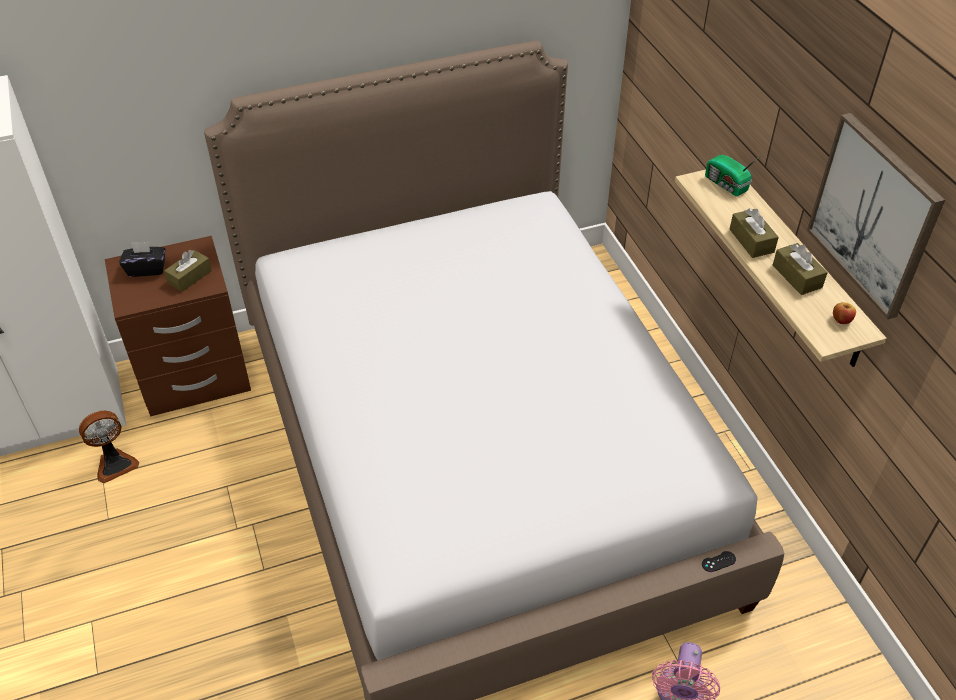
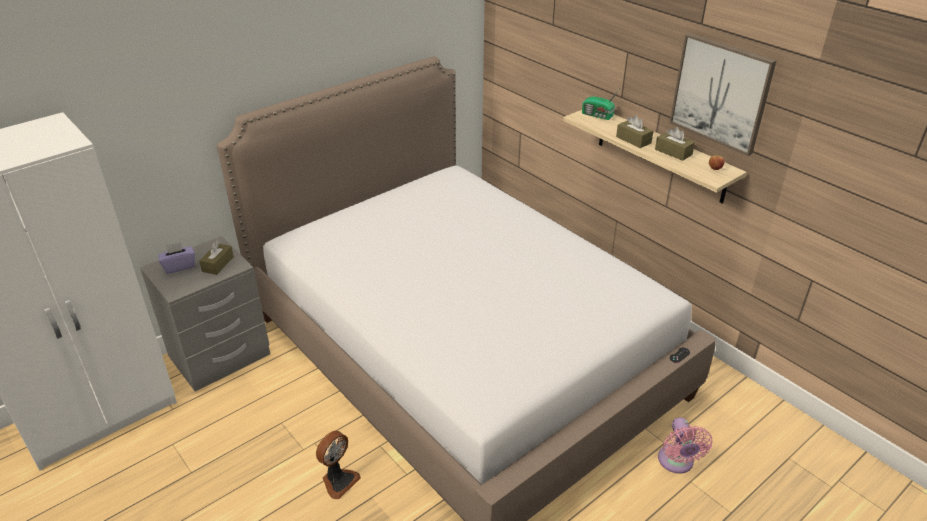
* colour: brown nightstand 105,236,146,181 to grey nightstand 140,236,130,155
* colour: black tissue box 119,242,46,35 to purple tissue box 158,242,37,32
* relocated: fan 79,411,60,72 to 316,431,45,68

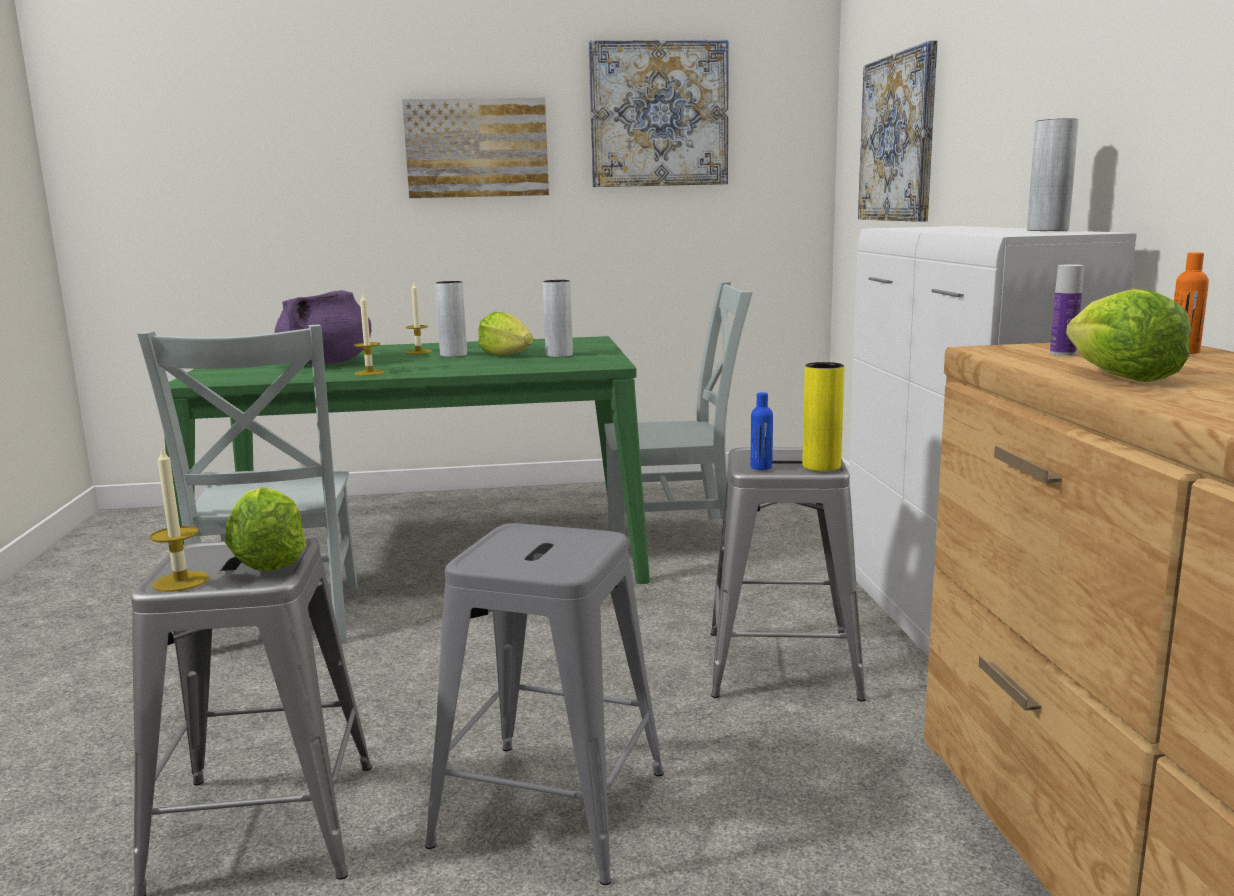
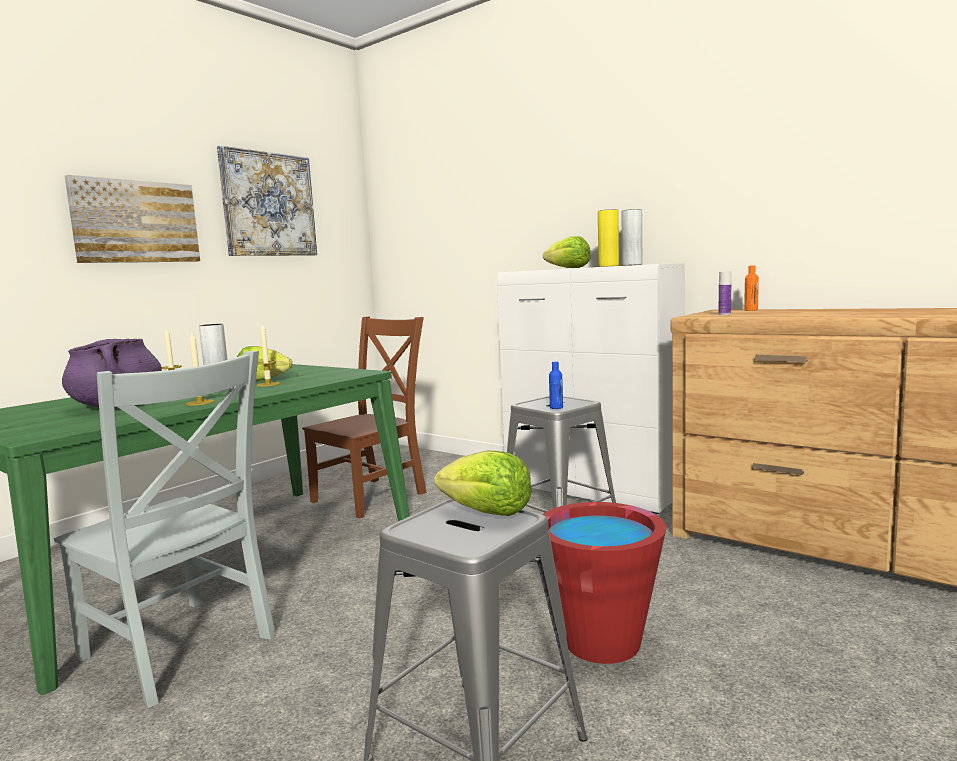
* missing: picture 858,41,80,181
* missing: grey vase 543,280,30,77
* colour: grey chair 604,282,149,252 to brown chair 302,316,125,202
* relocated: lettuce 1066,289,125,93 to 543,236,48,32
* relocated: yellow vase 802,362,42,109 to 598,209,21,58
* relocated: candle 150,447,59,145 to 257,324,23,63
* exchanged: grey stool 425,523,239,362 to red bucket 542,502,124,162

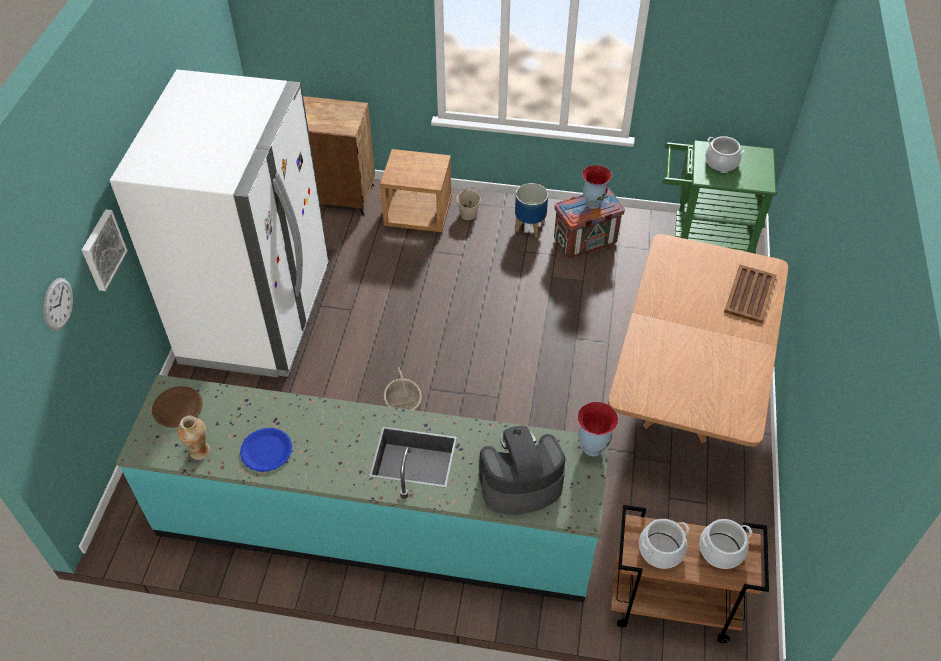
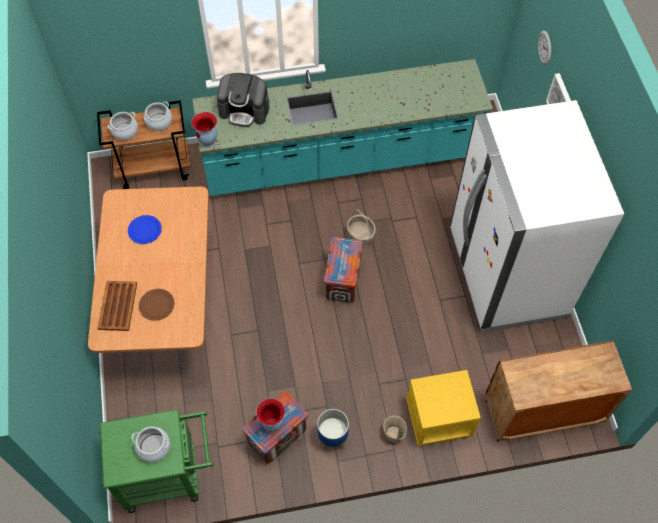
* colour: brown nightstand 380,149,72,83 to yellow nightstand 406,370,75,76
* relocated: brown plate 152,386,51,42 to 139,289,36,32
* missing: vase 177,416,33,44
* spun: coffee machine 479,426,86,89 = 217,73,52,54 45 degrees clockwise
* relocated: blue plate 240,428,52,44 to 128,215,34,29
* appeared: crate 324,237,39,66

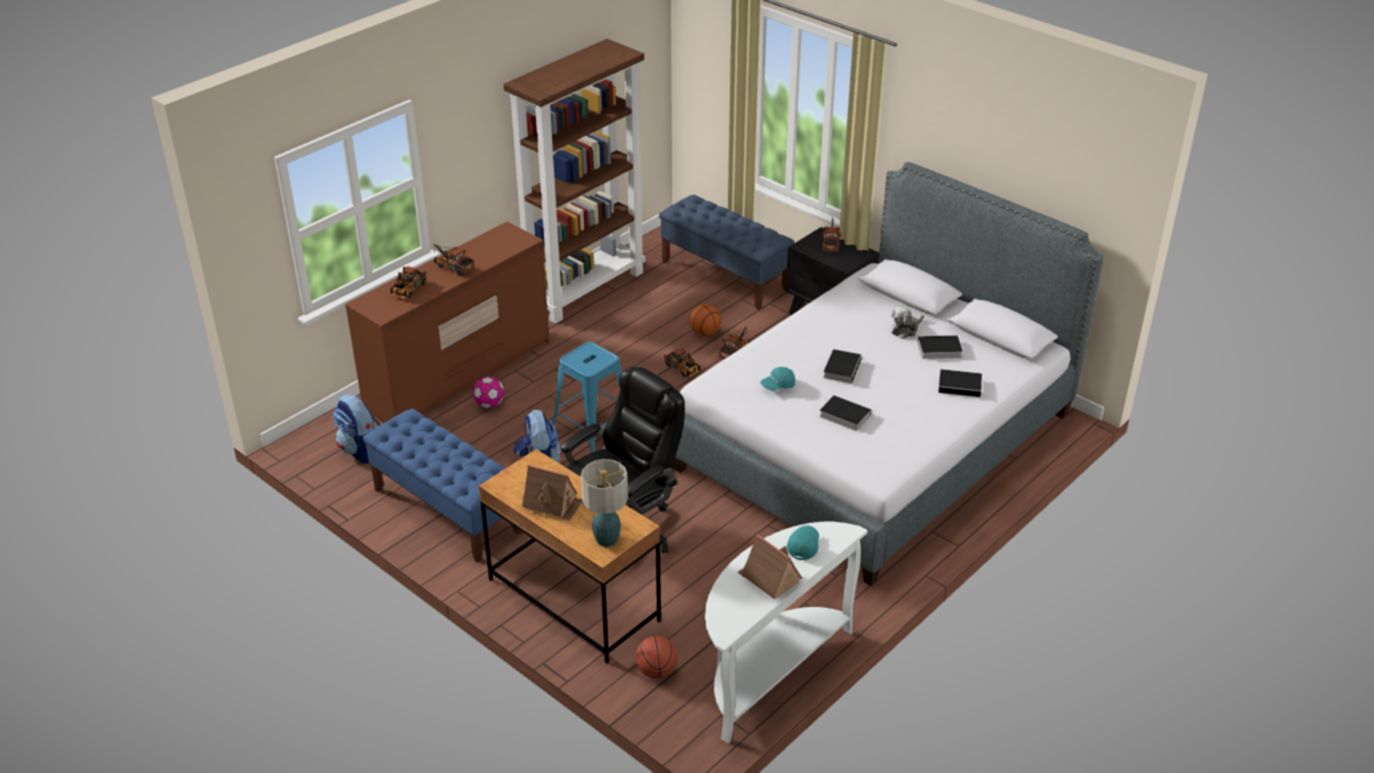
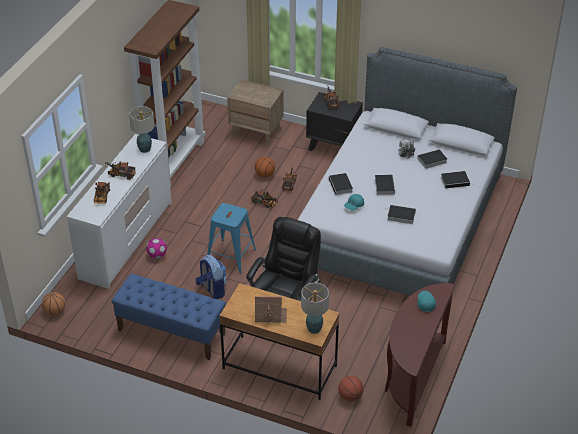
* exchanged: blue bench 659,195,135,115 to brown nightstand 227,80,57,67
* colour: brown dresser 345,222,205,201 to white dresser 67,134,105,155
* missing: backpack 333,394,47,70
* colour: white console table 705,522,163,222 to brown console table 385,283,70,144
* missing: toy house 737,534,65,66
* appeared: table lamp 129,106,25,47
* appeared: book 329,173,24,25
* appeared: basketball 42,292,24,23

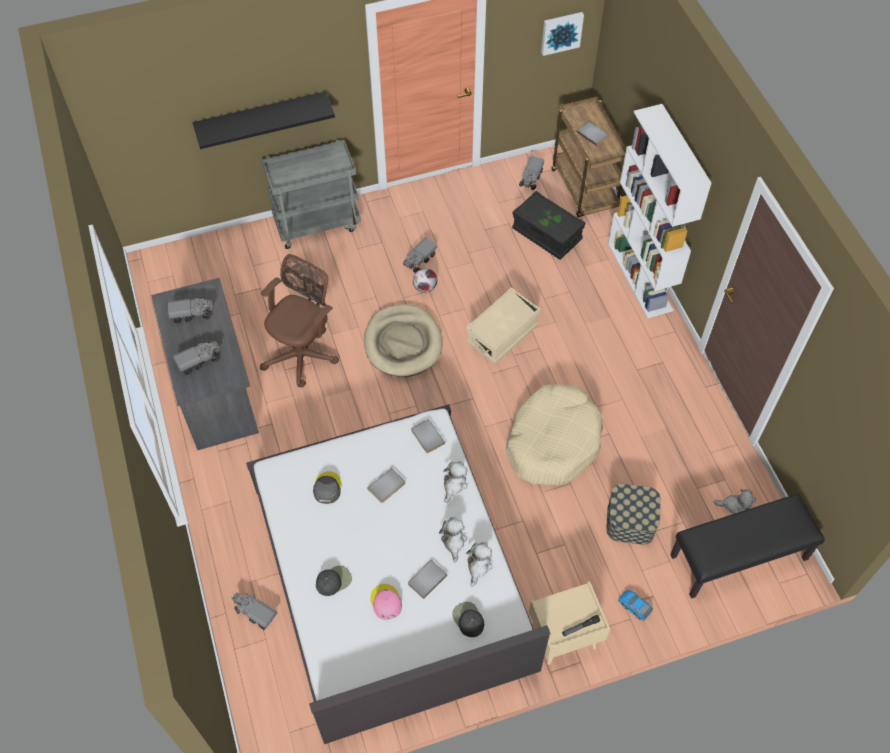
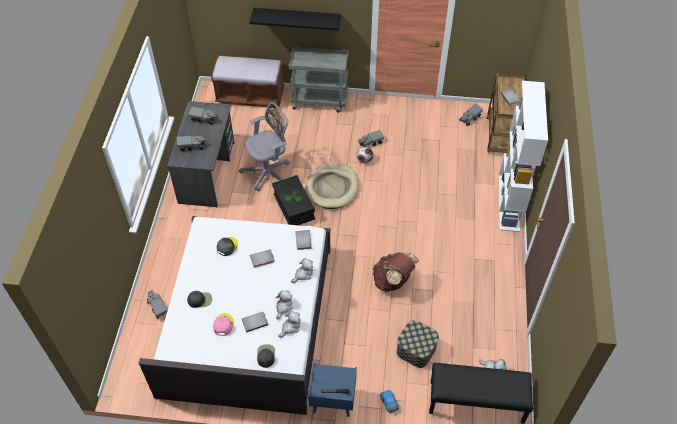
* missing: picture 541,12,43,44
* relocated: black storage box 512,191,74,69 to 272,175,43,50
* colour: brown office chair 260,254,79,134 to grey office chair 239,102,51,89
* missing: beige storage box 466,287,75,77
* exchanged: beige dog bed 506,384,97,101 to brown backpack 373,252,46,40
* colour: beige nightstand 529,581,81,84 to blue nightstand 308,363,49,54
* appeared: brown bench 211,55,73,53

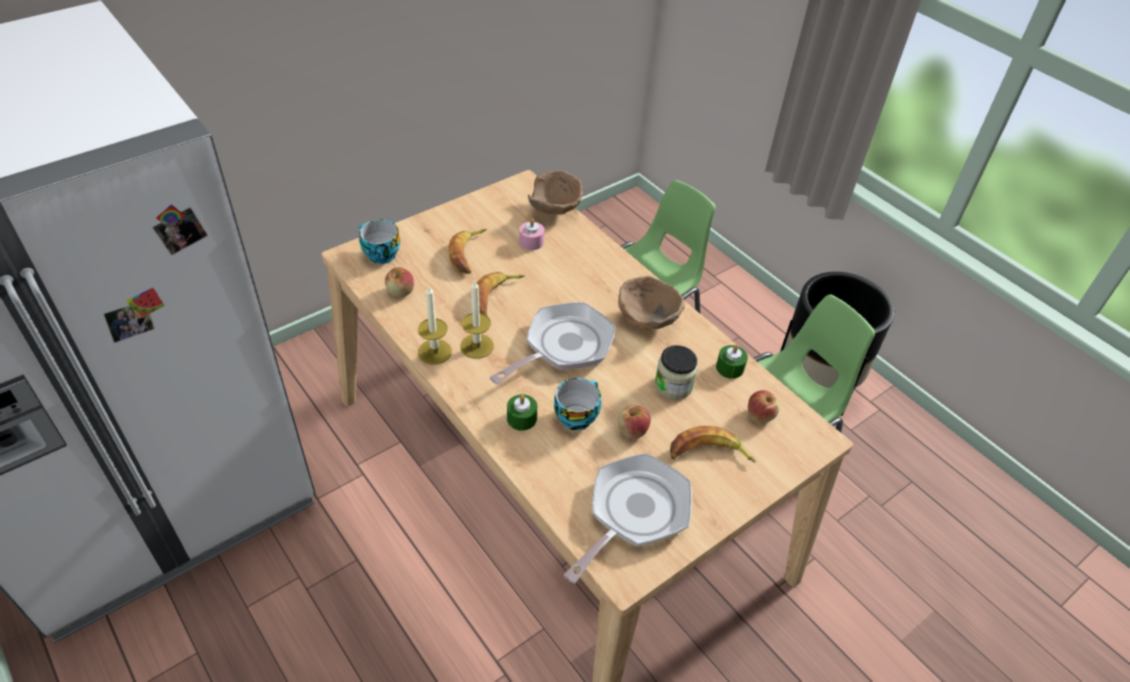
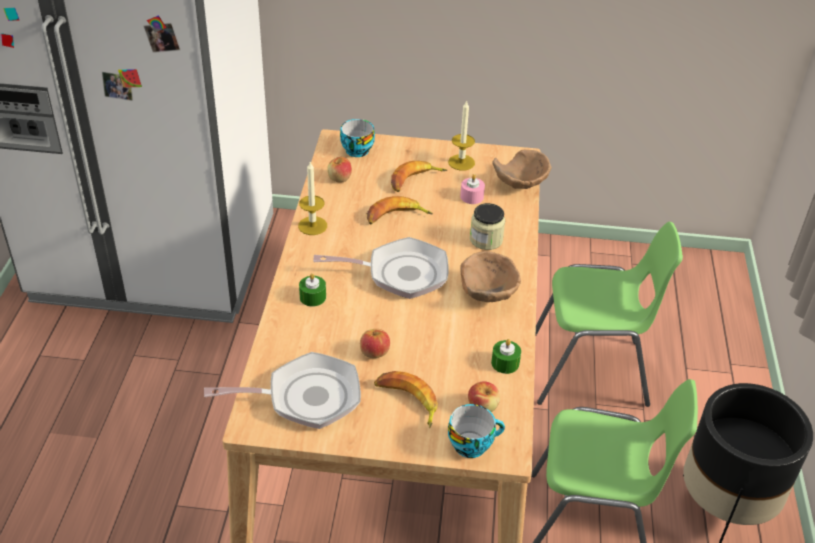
* relocated: candle 460,279,34,80 to 448,100,27,71
* relocated: jar 655,345,43,55 to 470,203,35,47
* relocated: cup 554,378,47,52 to 448,404,57,54

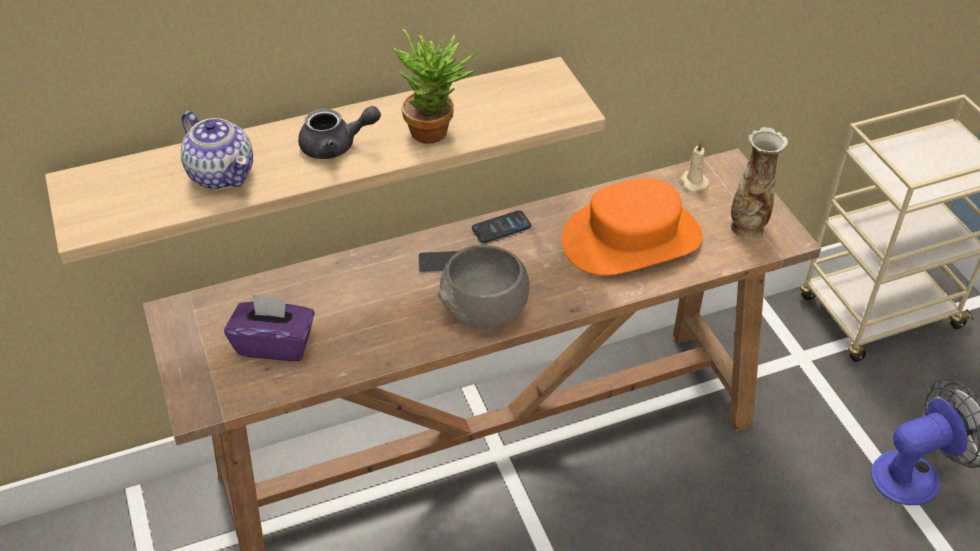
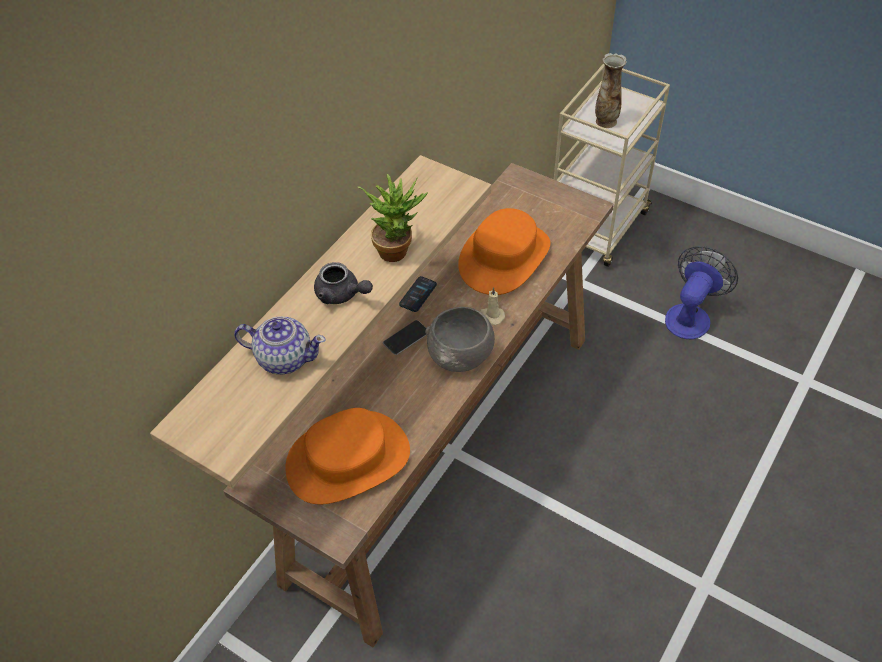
* spun: grey teapot 298,106,83,53 = 314,262,59,42 75 degrees clockwise
* relocated: vase 731,127,57,112 to 595,53,32,75
* relocated: beige candle 680,141,29,51 to 480,287,25,38
* exchanged: purple tissue box 224,294,91,67 to orange hat 285,408,125,96

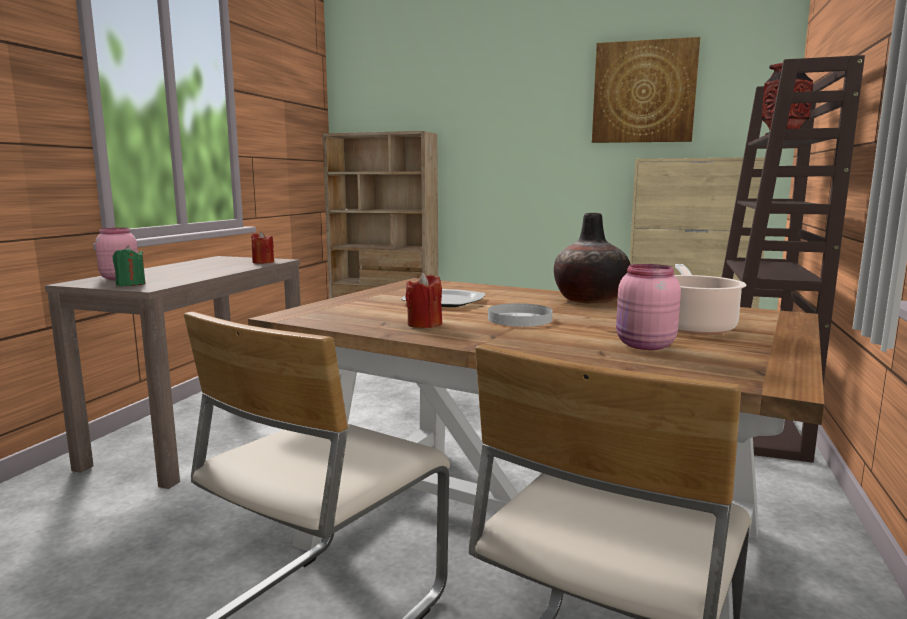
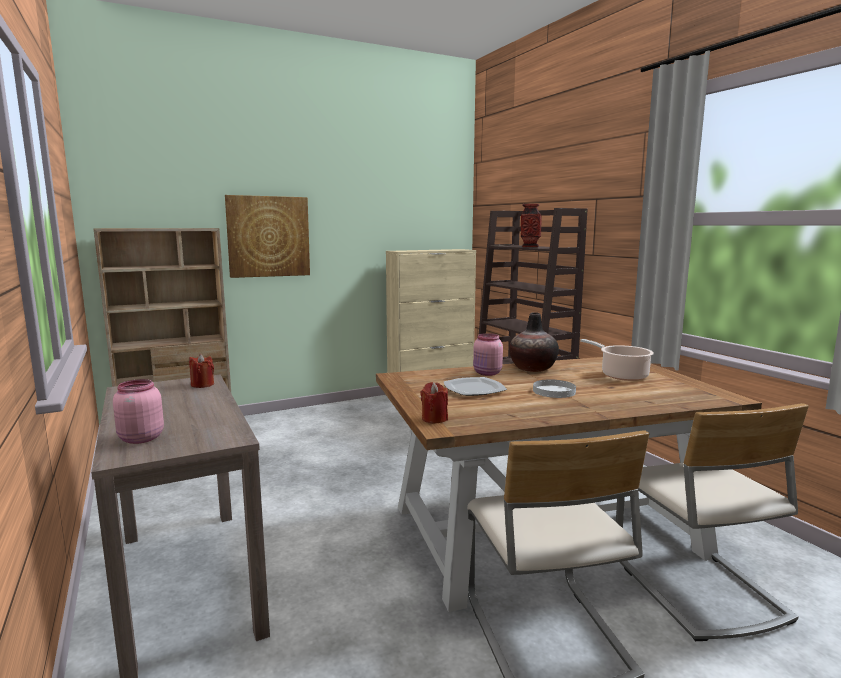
* relocated: picture 592,37,108,106 to 225,195,85,83
* missing: green candle 113,245,33,41
* relocated: pink jar 616,264,65,86 to 473,333,30,43
* relocated: red candle 405,273,38,55 to 420,382,28,41

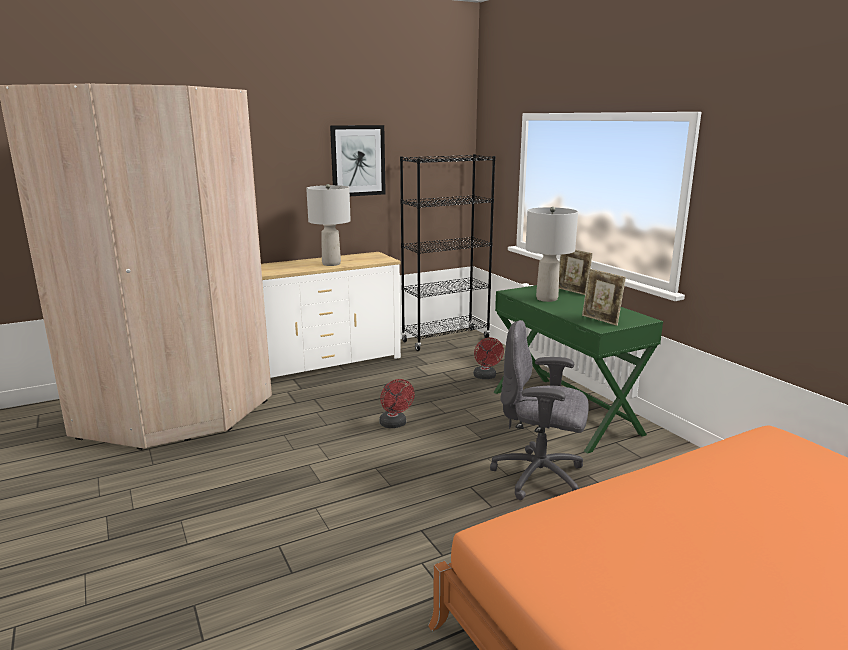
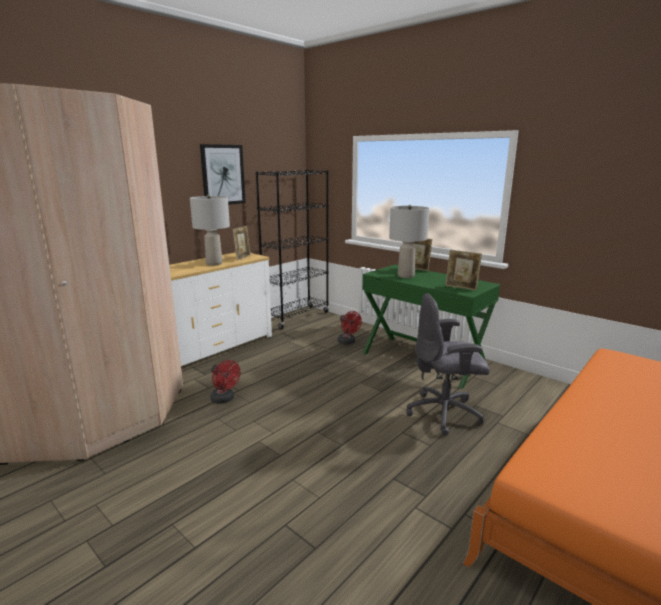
* relocated: red fan 379,379,36,49 to 210,360,30,44
* appeared: picture frame 233,226,18,35

